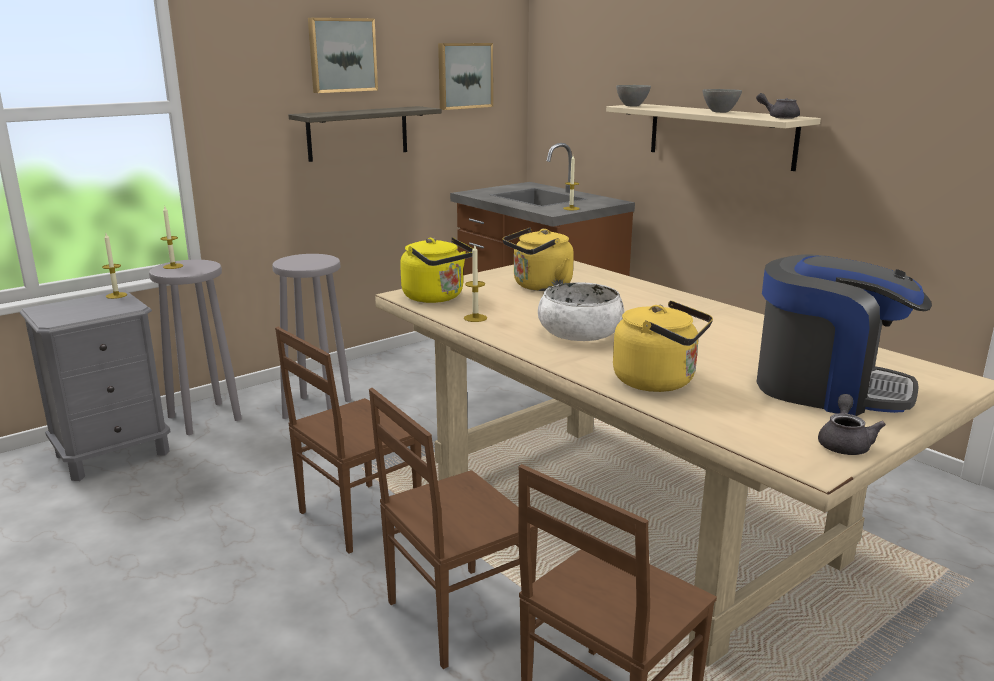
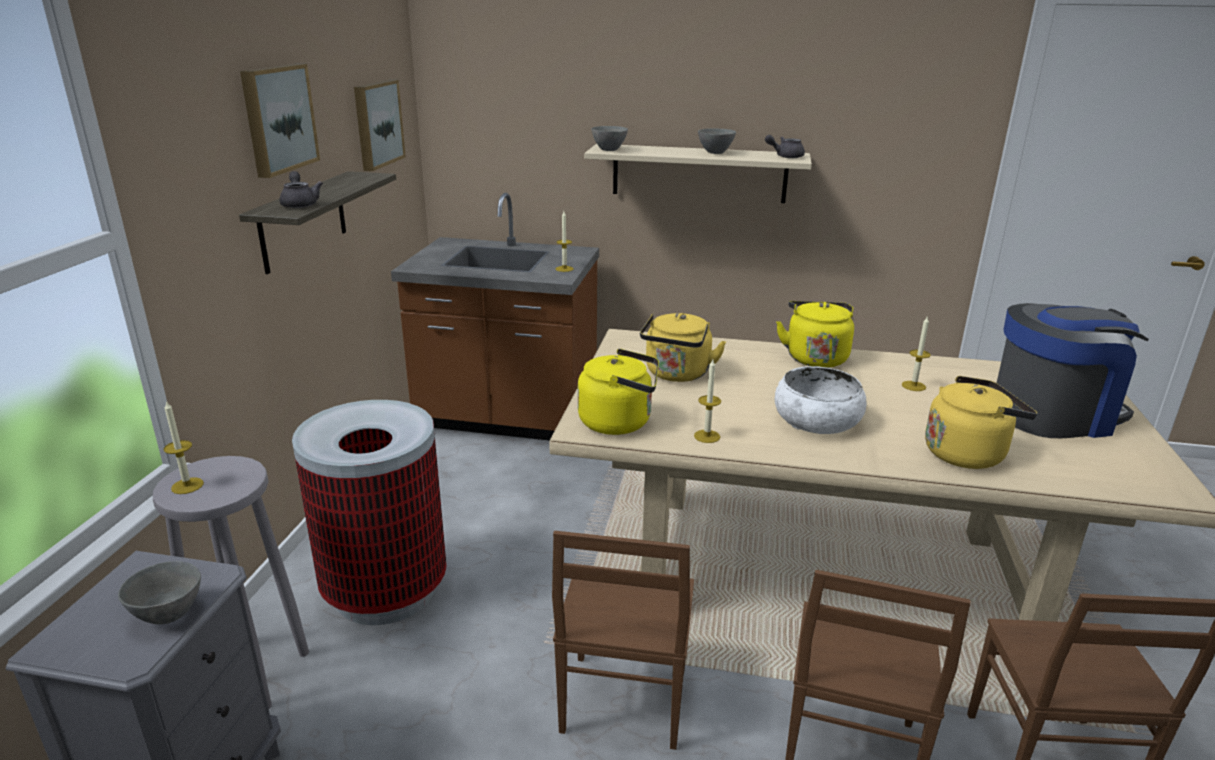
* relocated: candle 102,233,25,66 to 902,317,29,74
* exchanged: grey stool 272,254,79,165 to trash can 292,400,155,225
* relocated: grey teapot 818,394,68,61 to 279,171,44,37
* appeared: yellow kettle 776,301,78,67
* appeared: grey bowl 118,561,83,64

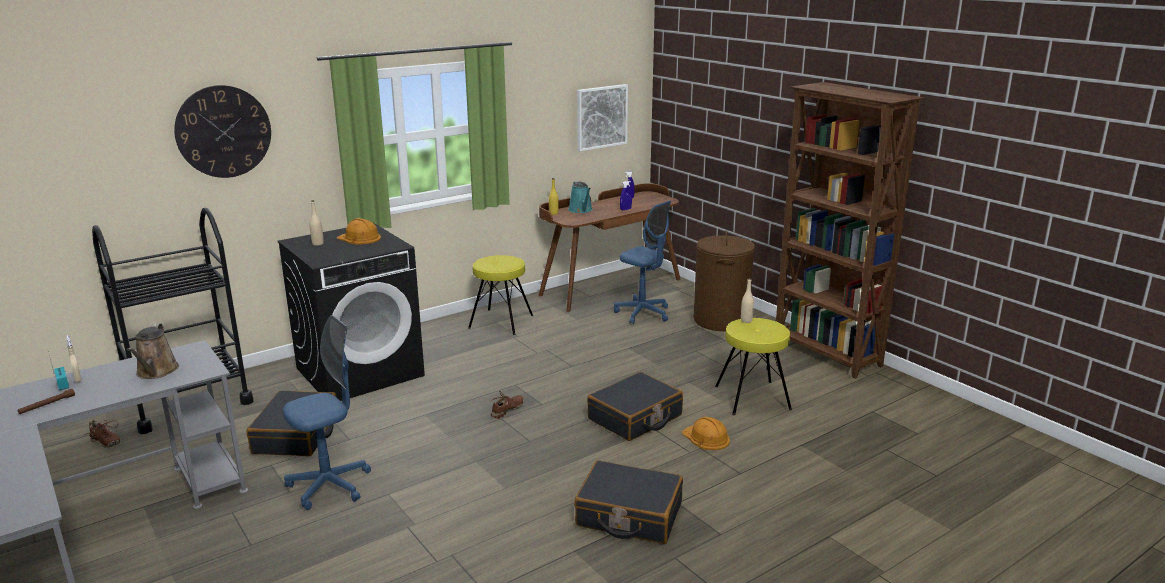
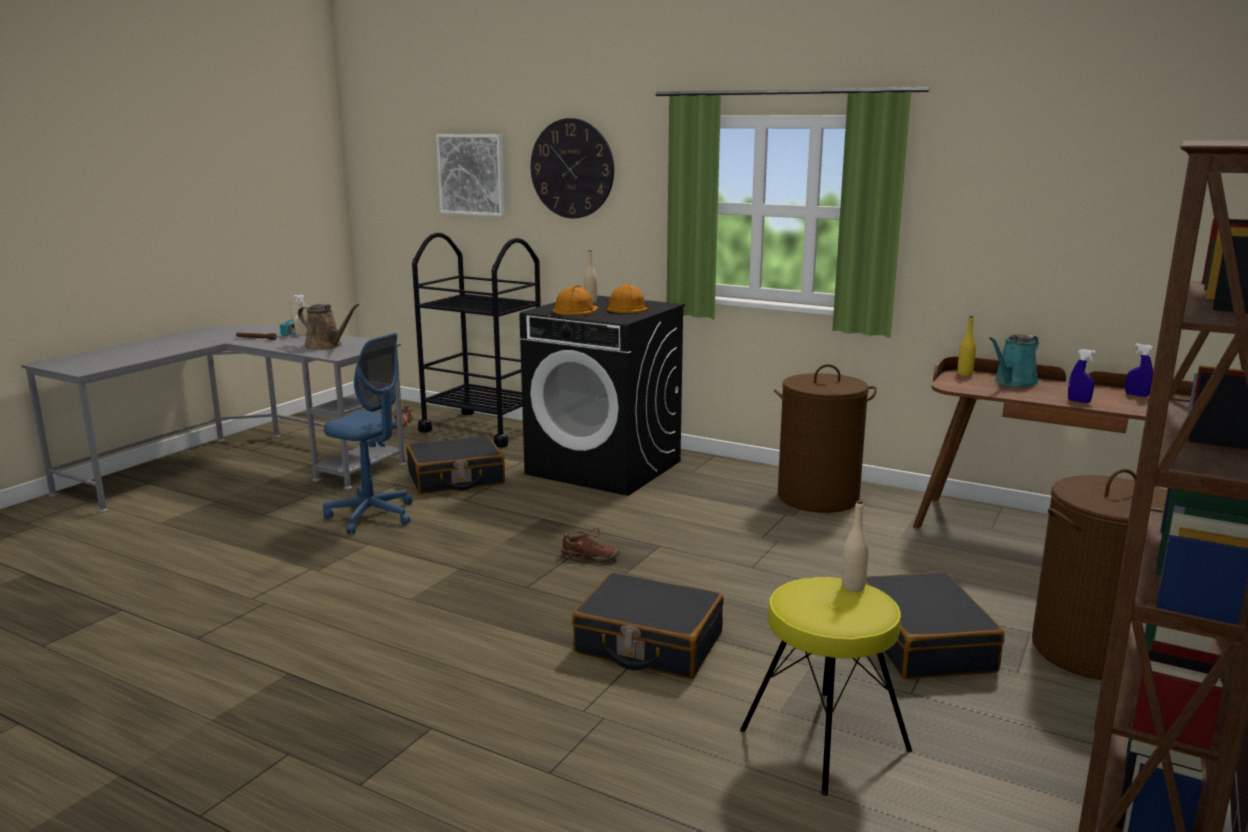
* relocated: picture 577,84,51,67 to 436,134,69,83
* missing: blue office chair 614,200,57,124
* exchanged: yellow stool 468,255,65,80 to brown laundry basket 774,364,103,149
* spun: brown watering can 127,323,52,56 = 298,304,61,46 120 degrees counterclockwise
* relocated: orange hard hat 682,417,48,33 to 553,285,46,31
* relocated: black suitcase 574,460,109,84 to 866,572,138,107

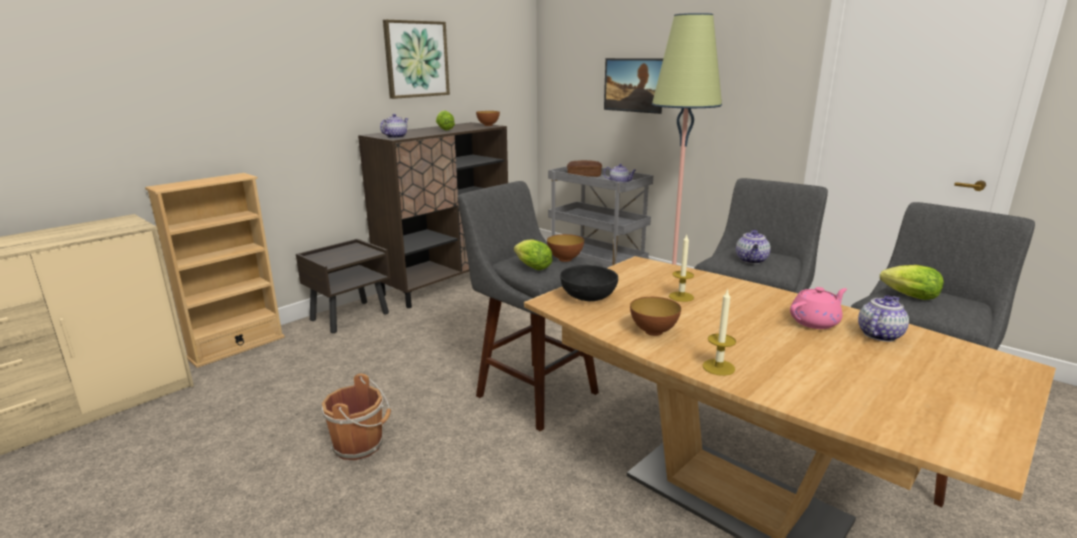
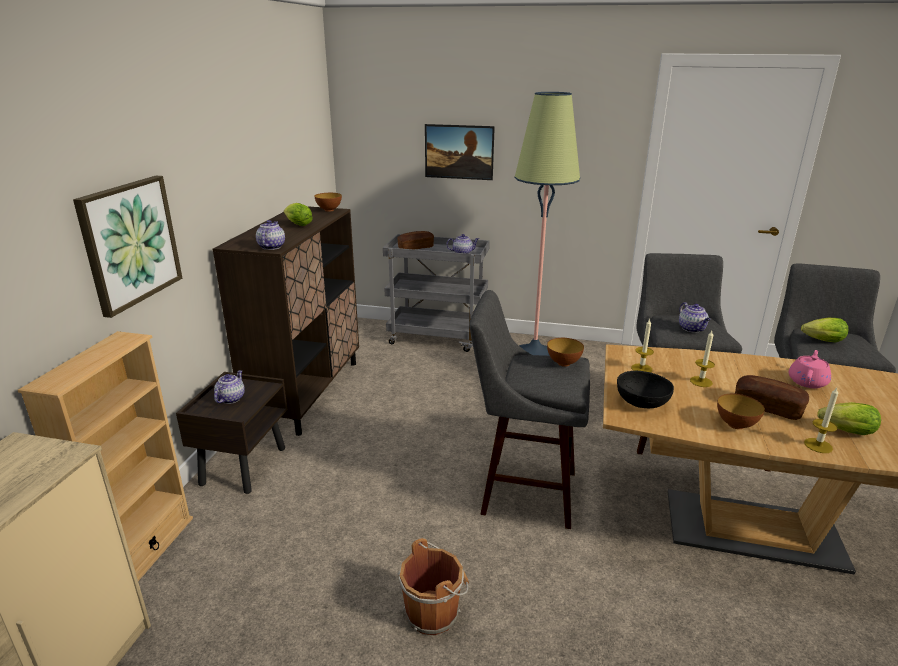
* relocated: picture 383,20,67,79 to 73,176,109,142
* relocated: lettuce 514,239,39,31 to 817,402,64,33
* relocated: teapot 858,295,51,47 to 214,370,31,34
* appeared: candle 631,319,23,53
* appeared: bread 735,375,74,45

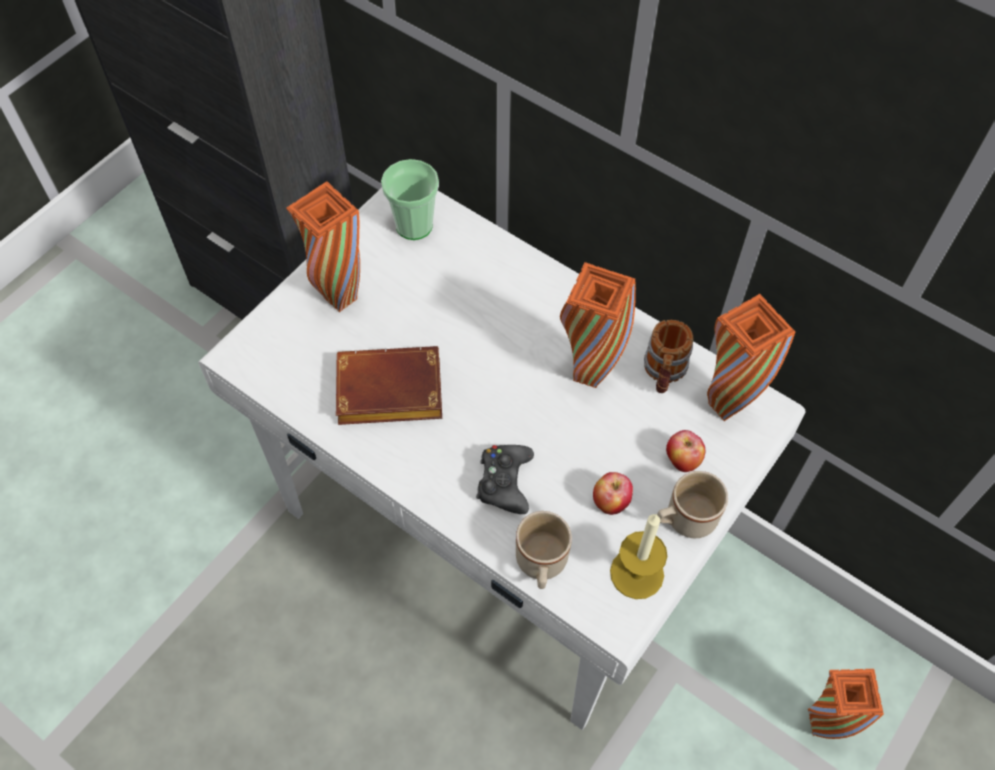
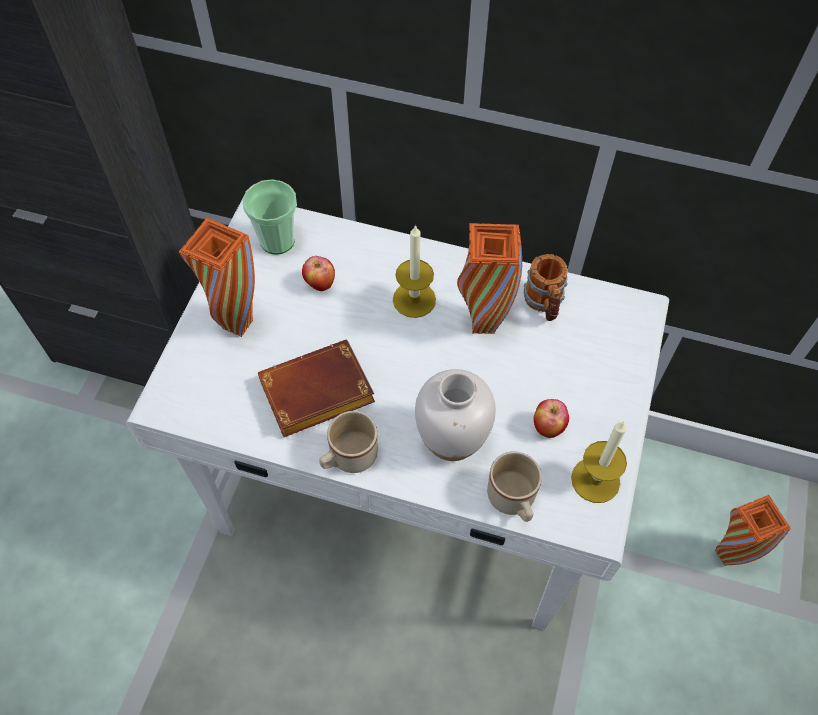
* missing: orange vase 707,294,88,127
* relocated: apple 666,430,39,42 to 302,256,33,35
* exchanged: black game controller 476,445,58,69 to white vase 415,369,81,92
* relocated: beige mug 657,471,71,67 to 319,411,59,62
* appeared: candle 393,225,43,93

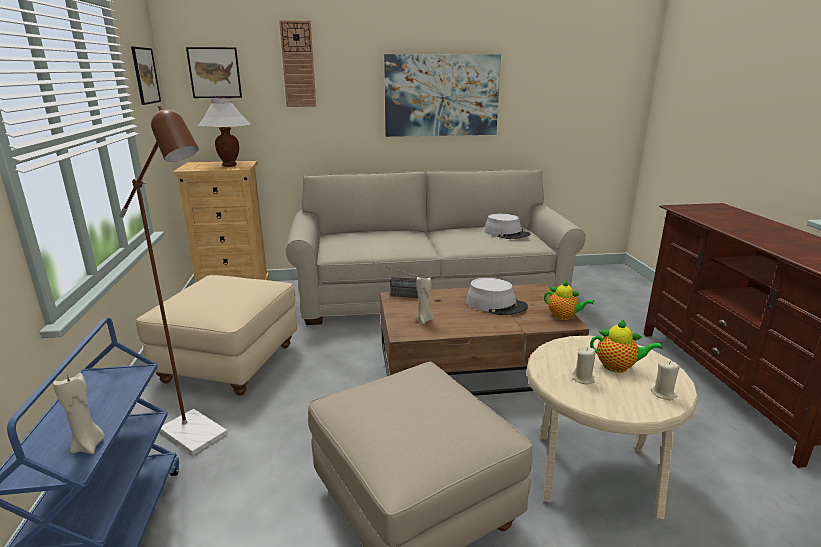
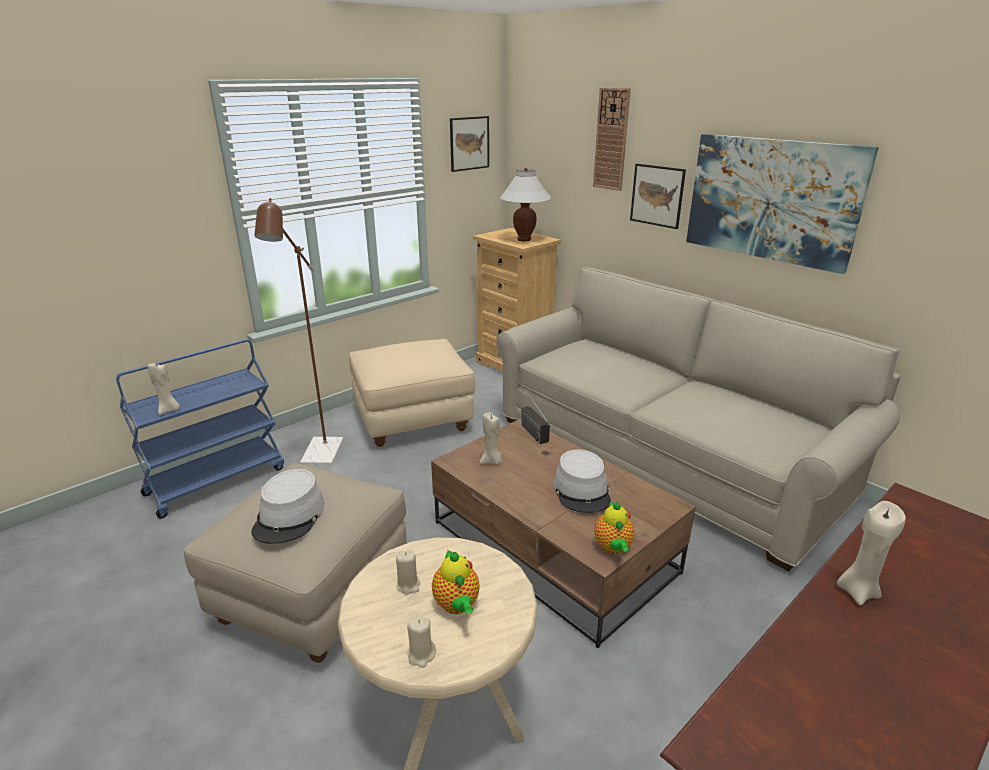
* relocated: picture 186,47,56,51 to 630,164,56,65
* relocated: grey hat 484,214,46,25 to 251,469,73,75
* appeared: beige candle 837,501,69,104

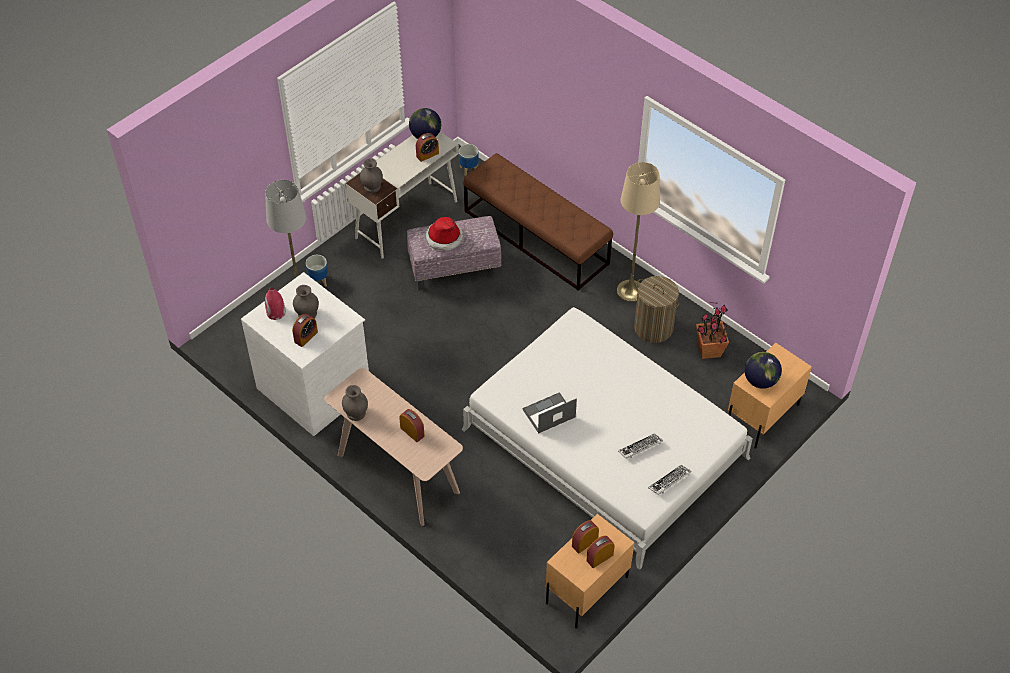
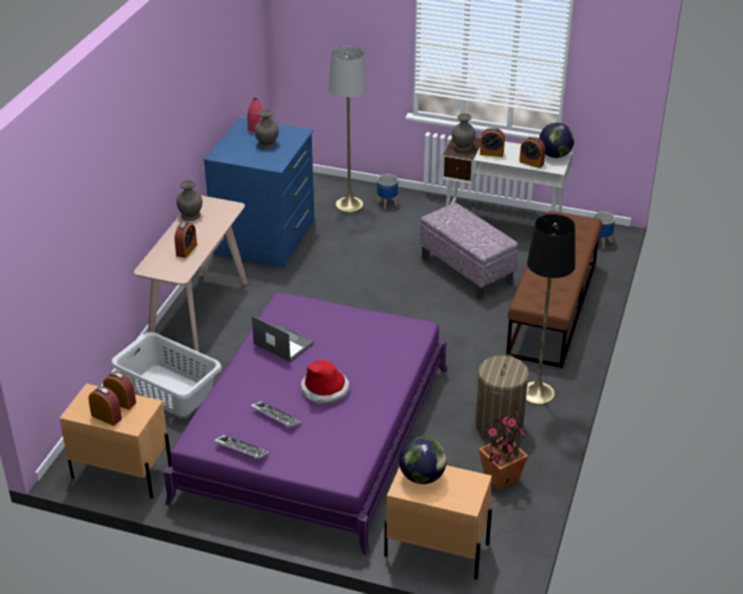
* colour: beige floor lamp 617,162,43,140 to black floor lamp 526,214,49,191
* relocated: hat 426,217,37,34 to 301,360,48,44
* colour: white dresser 241,272,128,164 to blue dresser 204,117,111,151
* colour: white bed 462,307,291,263 to purple bed 164,292,283,263
* relocated: alarm clock 292,314,26,33 to 480,127,25,30
* appeared: grey laundry basket 111,332,111,85

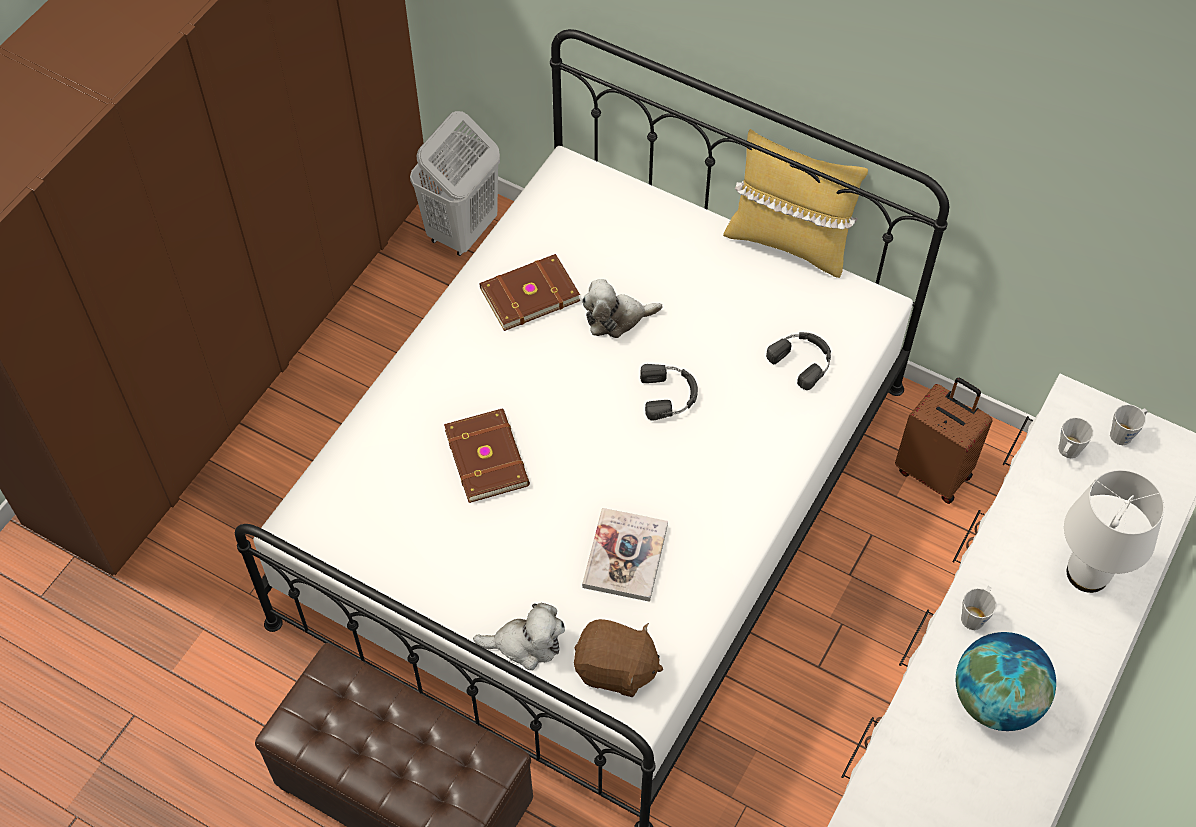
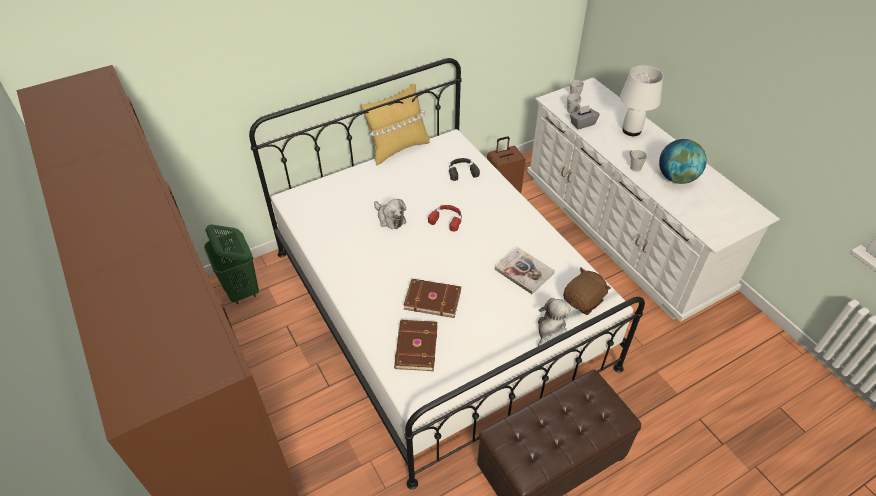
* colour: white laundry basket 410,111,90,145 to green laundry basket 204,225,55,79
* relocated: brown book 480,254,100,77 to 394,320,43,51
* spun: plush toy 582,279,80,59 = 374,199,32,30 60 degrees counterclockwise
* colour: black headphones 640,364,58,57 to red headphones 428,205,34,27
* appeared: grey tissue box 570,105,30,24

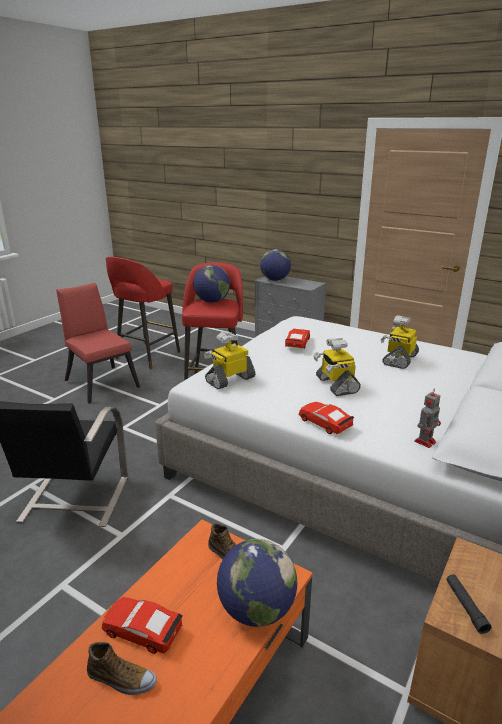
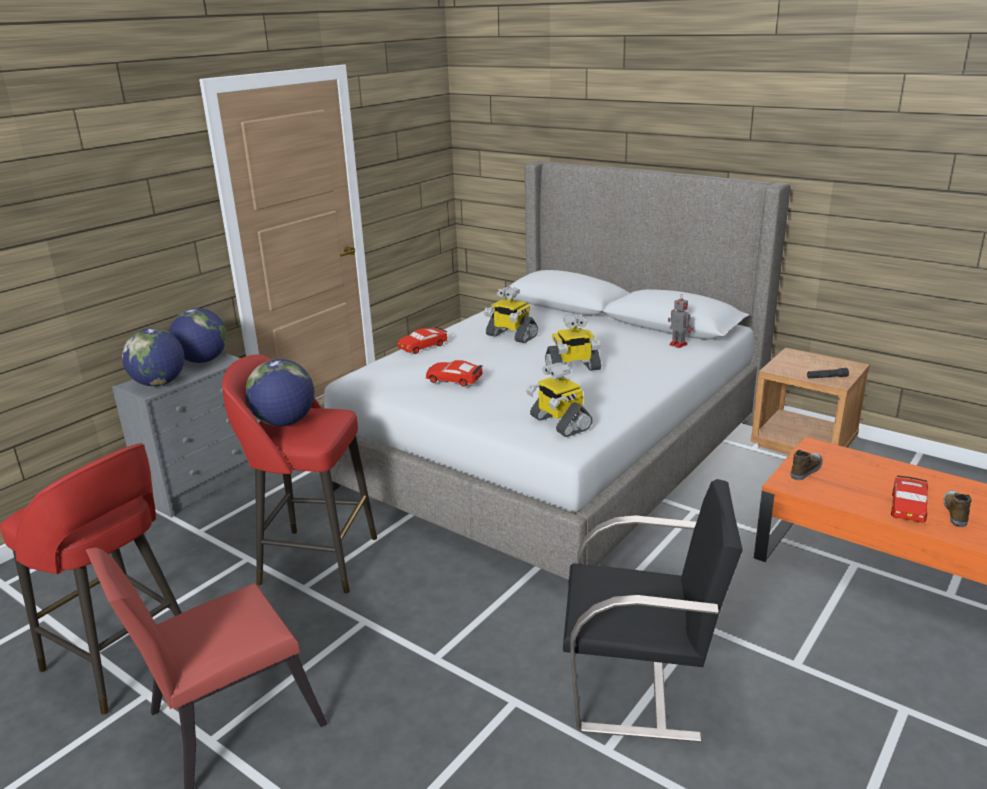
* relocated: red toy car 299,402,55,32 to 397,327,51,27
* relocated: globe 217,539,80,88 to 169,308,58,55

